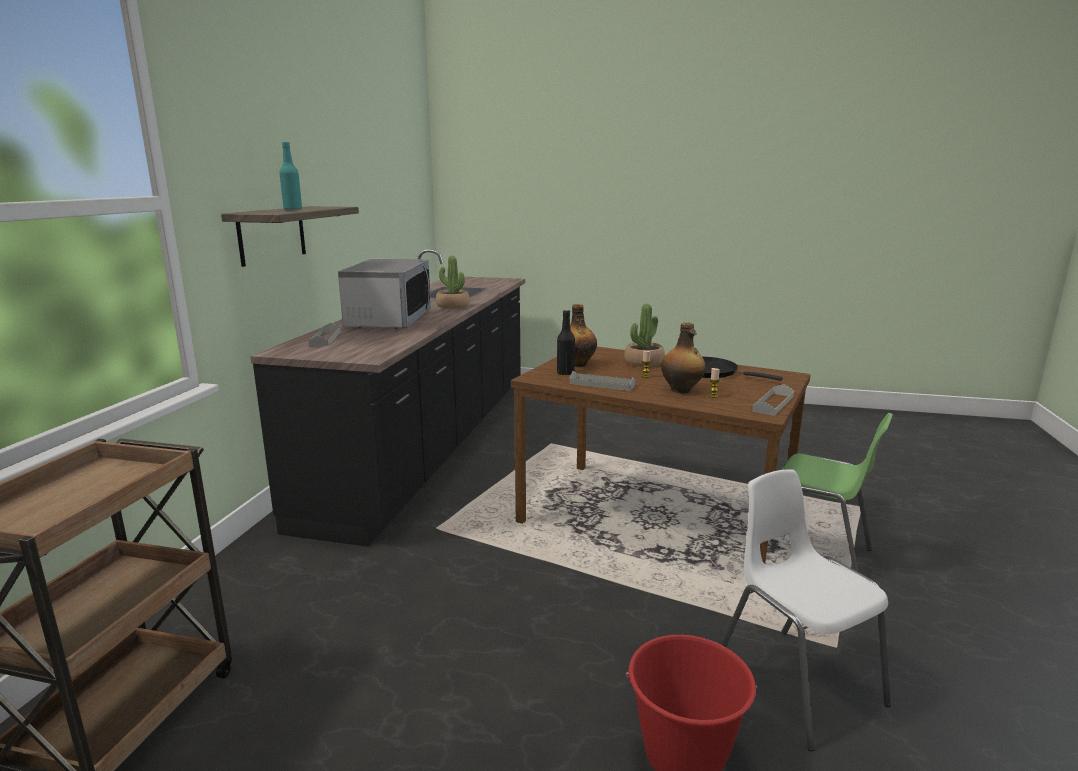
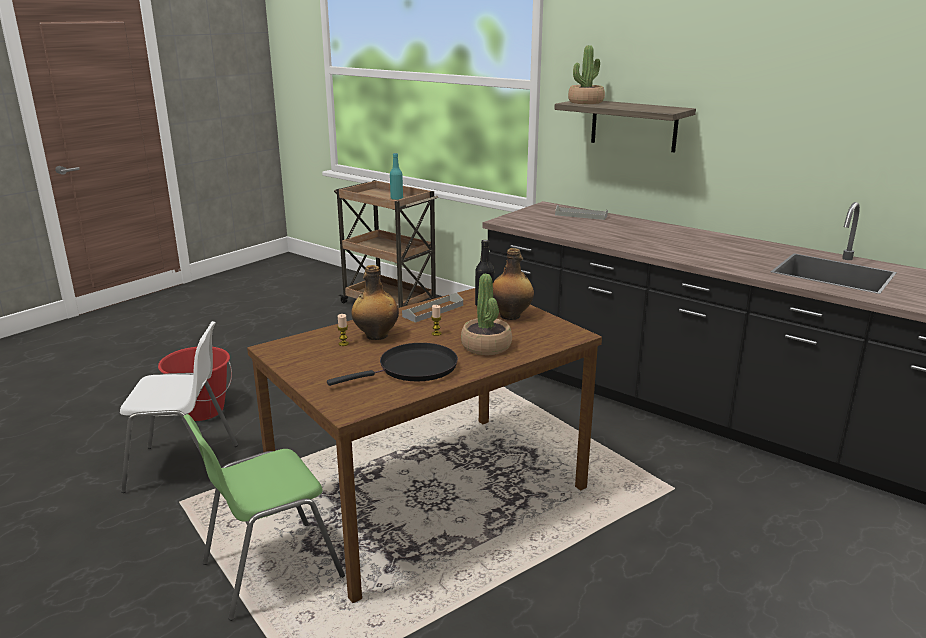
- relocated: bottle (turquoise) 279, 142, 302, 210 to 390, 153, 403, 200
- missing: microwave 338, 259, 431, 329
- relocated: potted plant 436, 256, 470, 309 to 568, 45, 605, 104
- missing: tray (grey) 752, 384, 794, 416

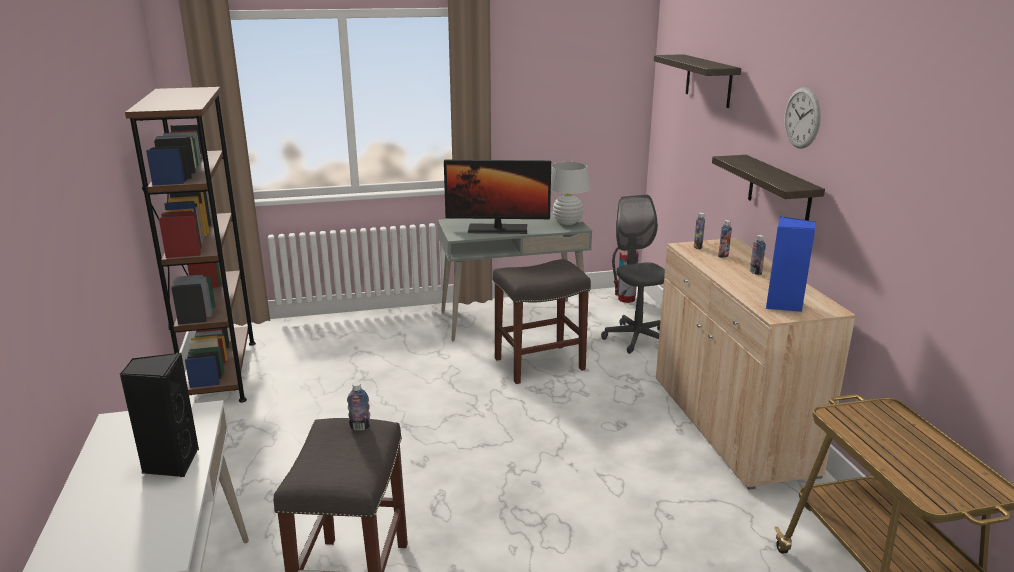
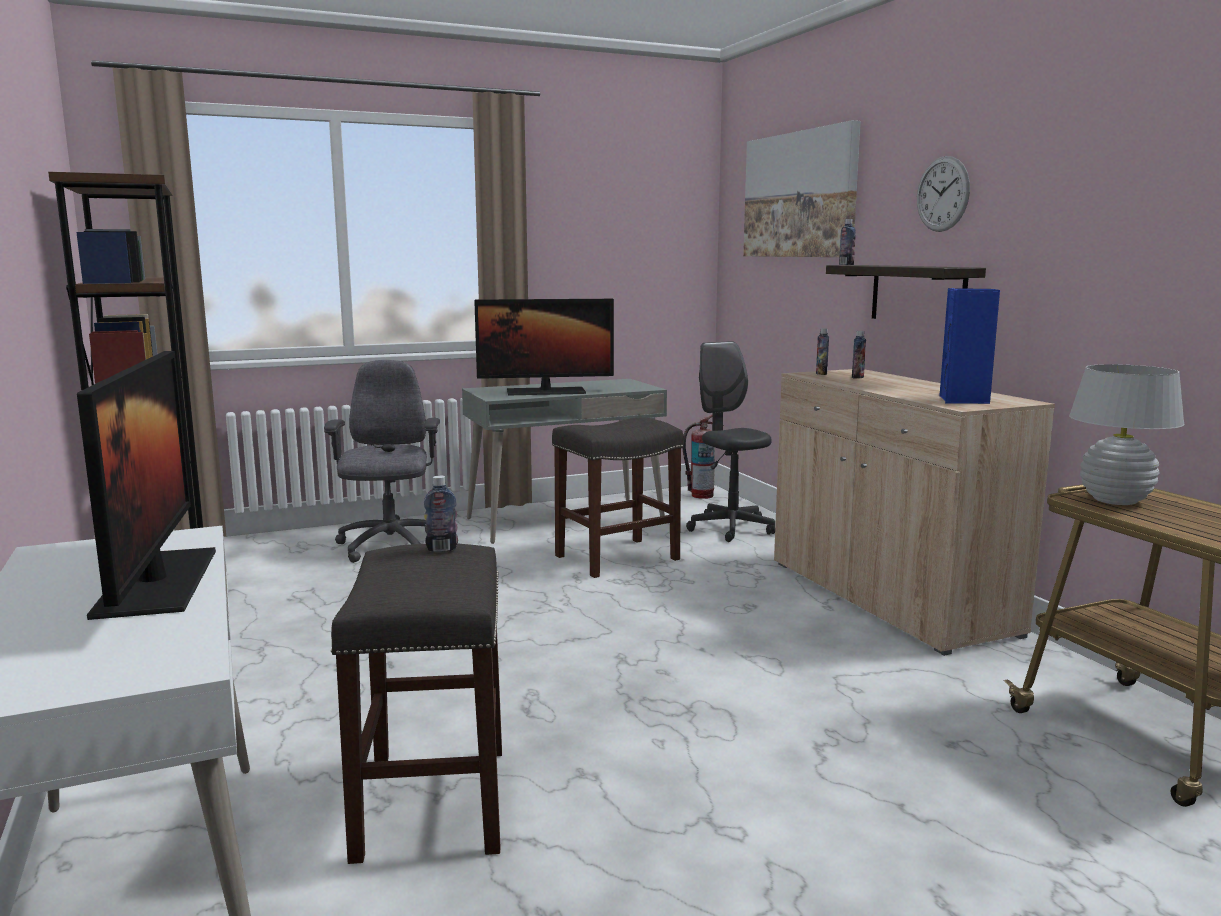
- exchanged: speaker (black) 120, 353, 199, 477 to monitor 77, 351, 216, 620
- relocated: table lamp (white) 551, 162, 591, 225 to 1069, 364, 1185, 505
- exchanged: shelf 654, 54, 741, 108 to picture 743, 120, 861, 257
- relocated: bottle 750, 235, 766, 275 to 839, 219, 856, 265
- appeared: office chair (grey) 324, 360, 440, 563

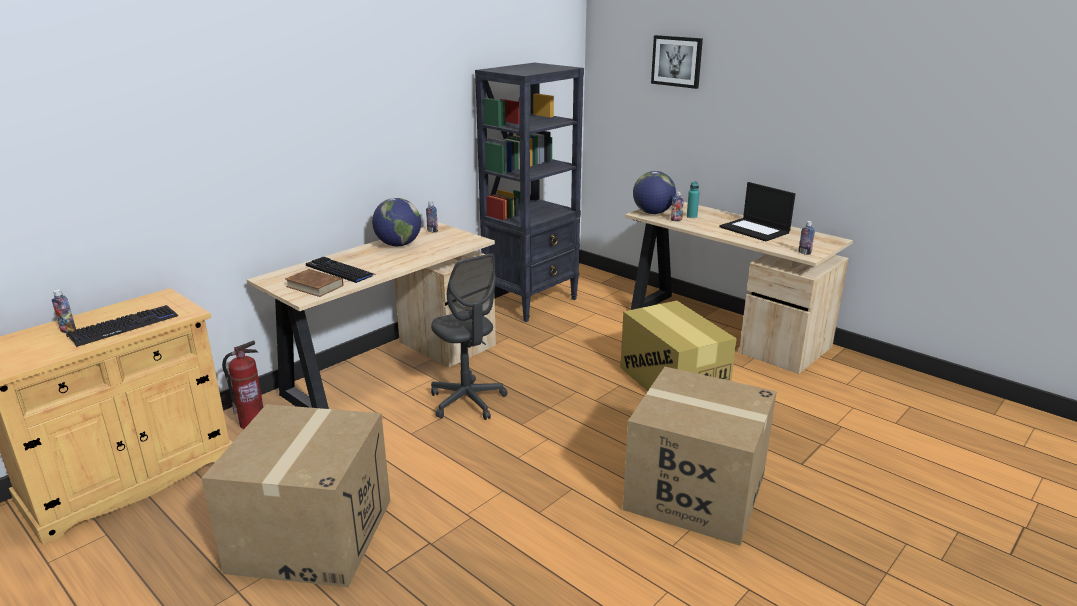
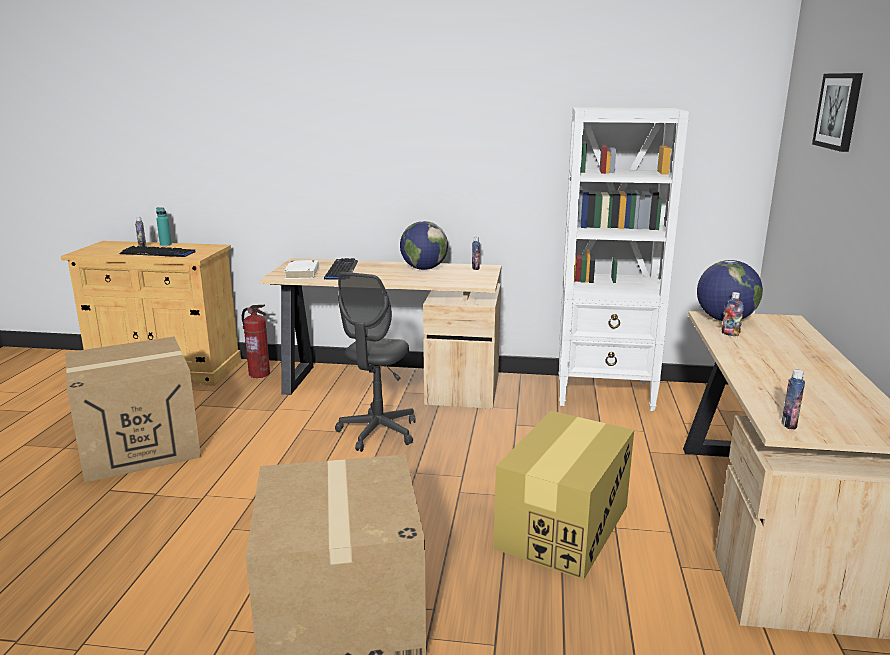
- colour: book (brown) 285, 269, 343, 297 to book (white) 284, 260, 319, 279
- colour: bookcase (black) 475, 63, 584, 322 to bookcase (white) 558, 107, 689, 411
- relocated: bottle (turquoise) 687, 181, 700, 218 to 156, 207, 172, 246
- missing: laptop 720, 182, 795, 241

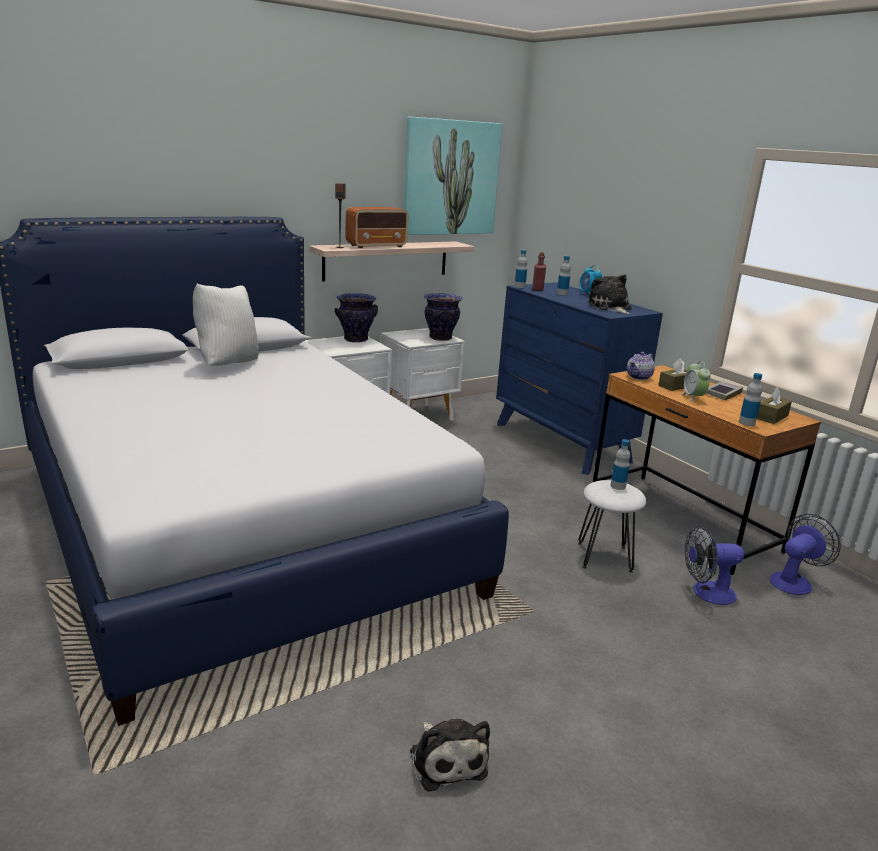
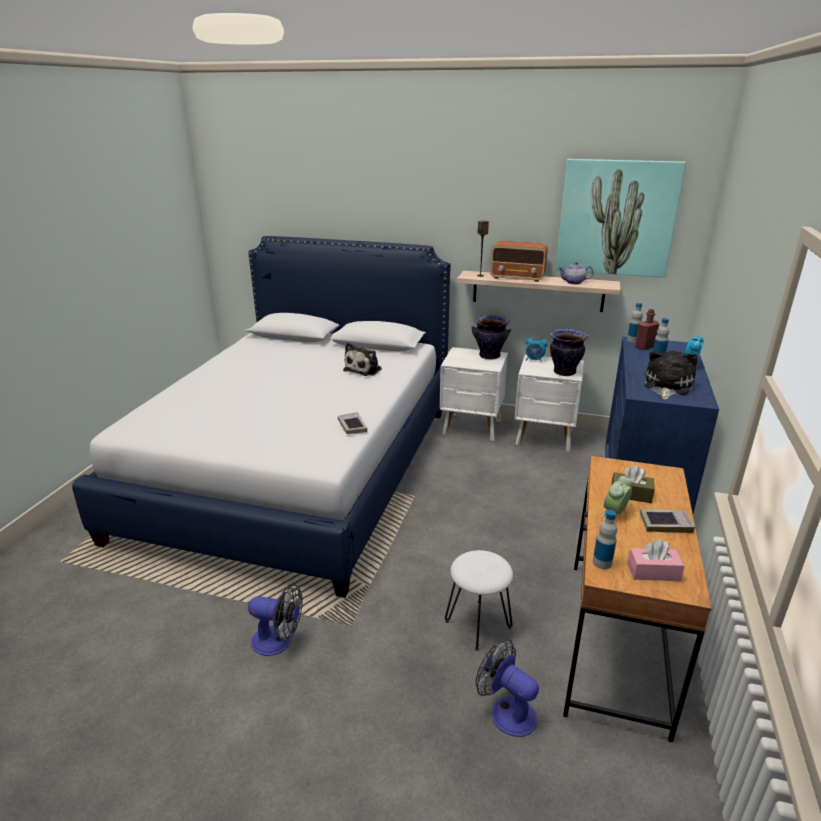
- missing: pillow (white) 193, 284, 259, 366
- relocated: plush toy 410, 719, 490, 791 to 343, 342, 382, 376
- missing: bottle 611, 439, 630, 490
- relocated: teapot 627, 352, 655, 380 to 558, 262, 593, 285
- colour: tissue box (brown) 757, 387, 792, 424 to tissue box (pink) 627, 539, 685, 581
- relocated: fan 770, 514, 841, 595 to 248, 584, 303, 656
- appeared: book 338, 412, 367, 434
- appeared: alarm clock 526, 335, 548, 363

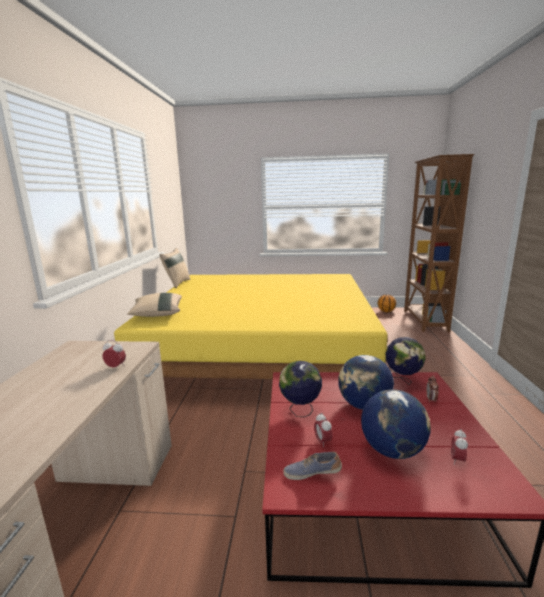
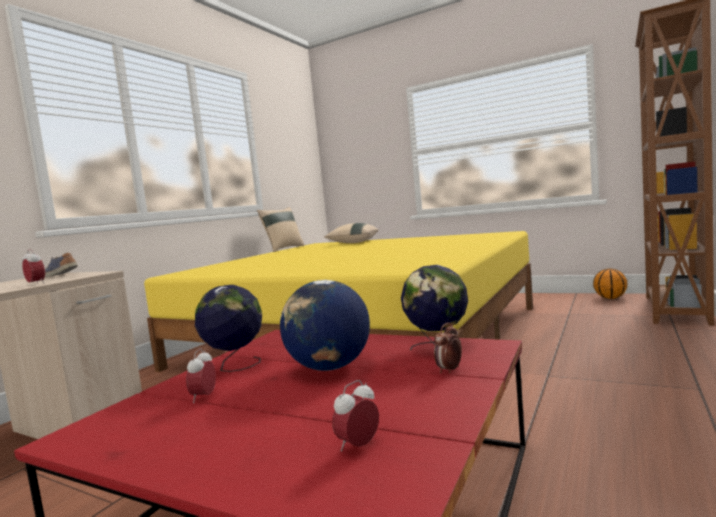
- relocated: pillow (beige) 127, 293, 182, 317 to 324, 223, 379, 243
- relocated: shoe 283, 452, 342, 480 to 45, 253, 78, 277
- missing: globe 361, 389, 431, 459

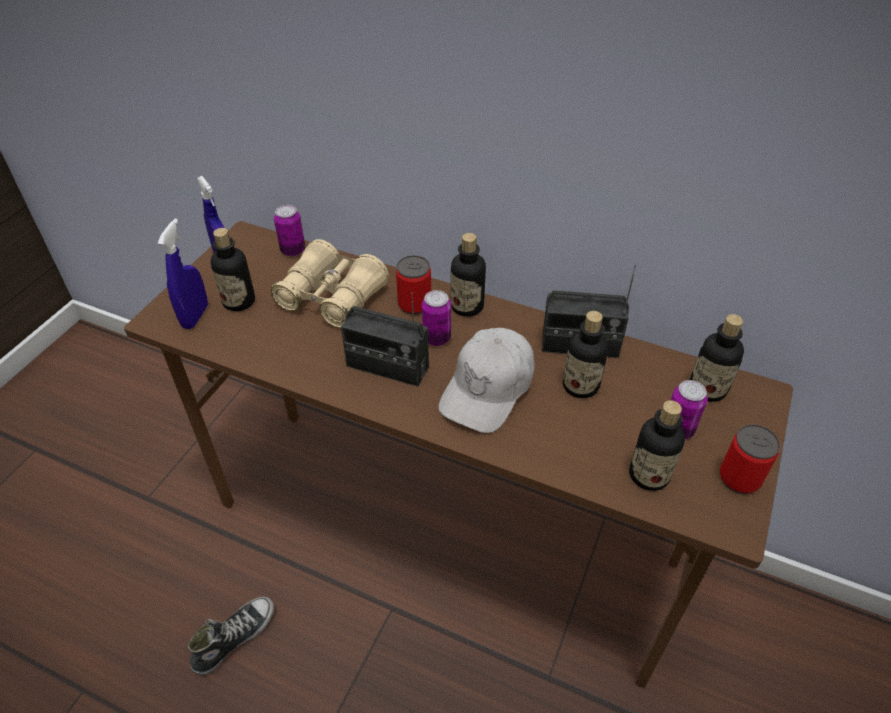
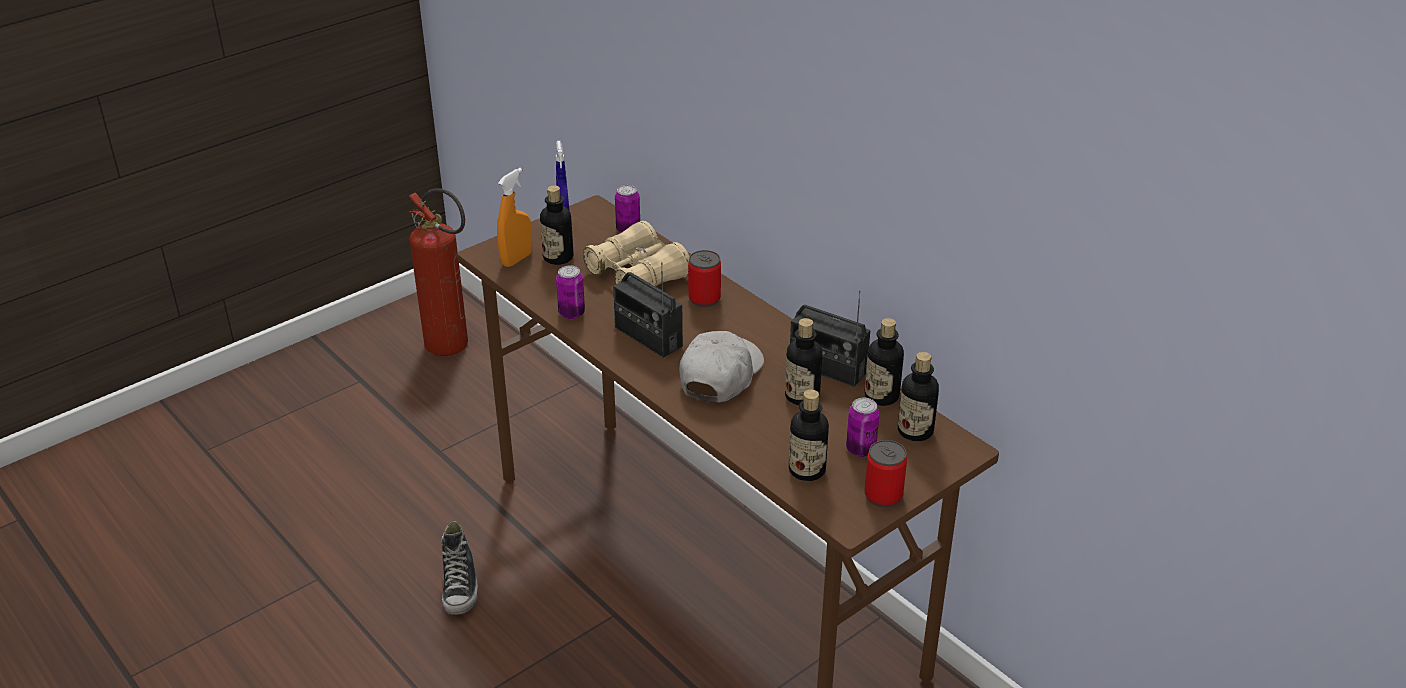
- colour: spray bottle (blue) 158, 219, 208, 329 to spray bottle (orange) 497, 168, 532, 267
- spun: shoe 187, 597, 275, 676 = 441, 521, 478, 615 105 degrees clockwise
- relocated: can 422, 290, 451, 346 to 556, 265, 585, 319
- spun: cap (white) 438, 328, 535, 433 = 679, 331, 764, 402 150 degrees clockwise
- relocated: bottle 451, 233, 486, 317 to 865, 318, 904, 406
- appeared: fire extinguisher 408, 188, 468, 356

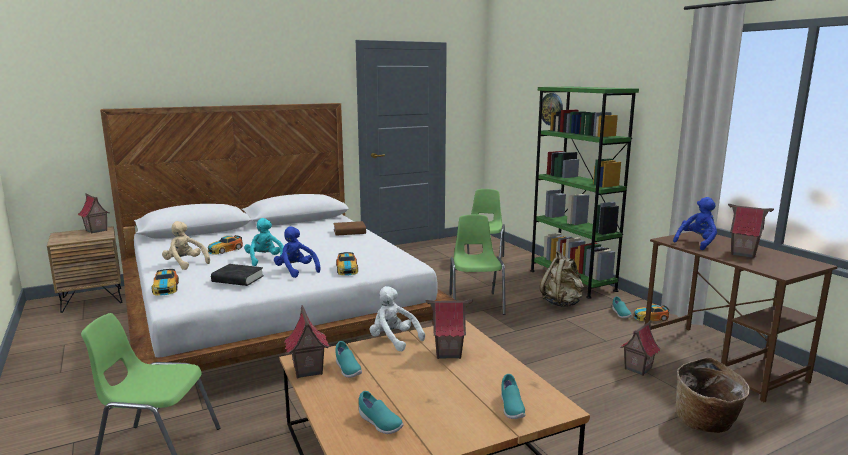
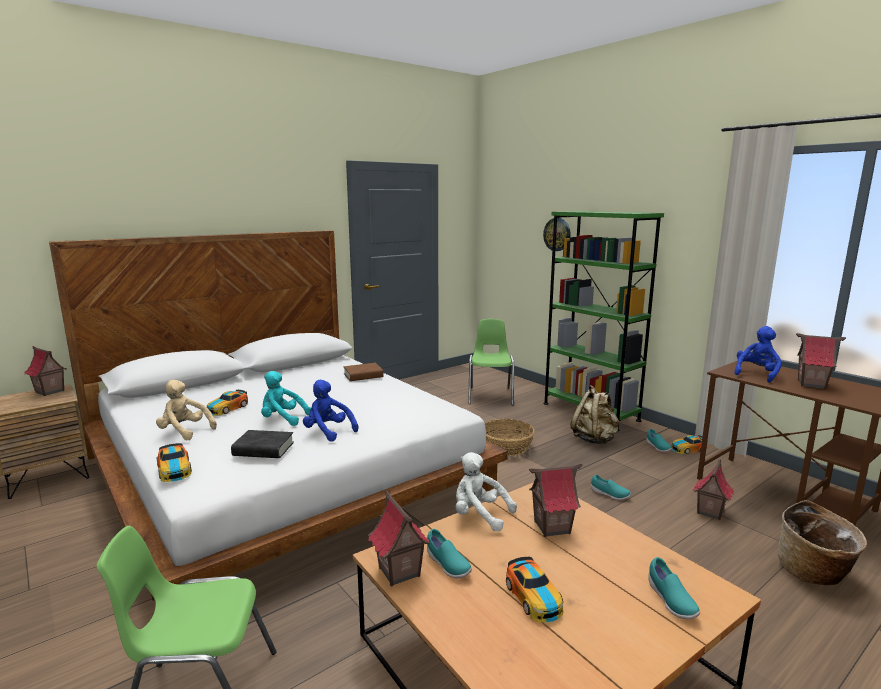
- spun: plush toy (turquoise) 244, 218, 284, 266 = 261, 371, 311, 426 45 degrees counterclockwise
- relocated: toy car 336, 252, 358, 275 to 506, 557, 563, 622
- relocated: shoe (turquoise) 359, 391, 403, 434 to 591, 474, 631, 500
- exchanged: chair (green) 449, 214, 506, 315 to basket 485, 419, 535, 456

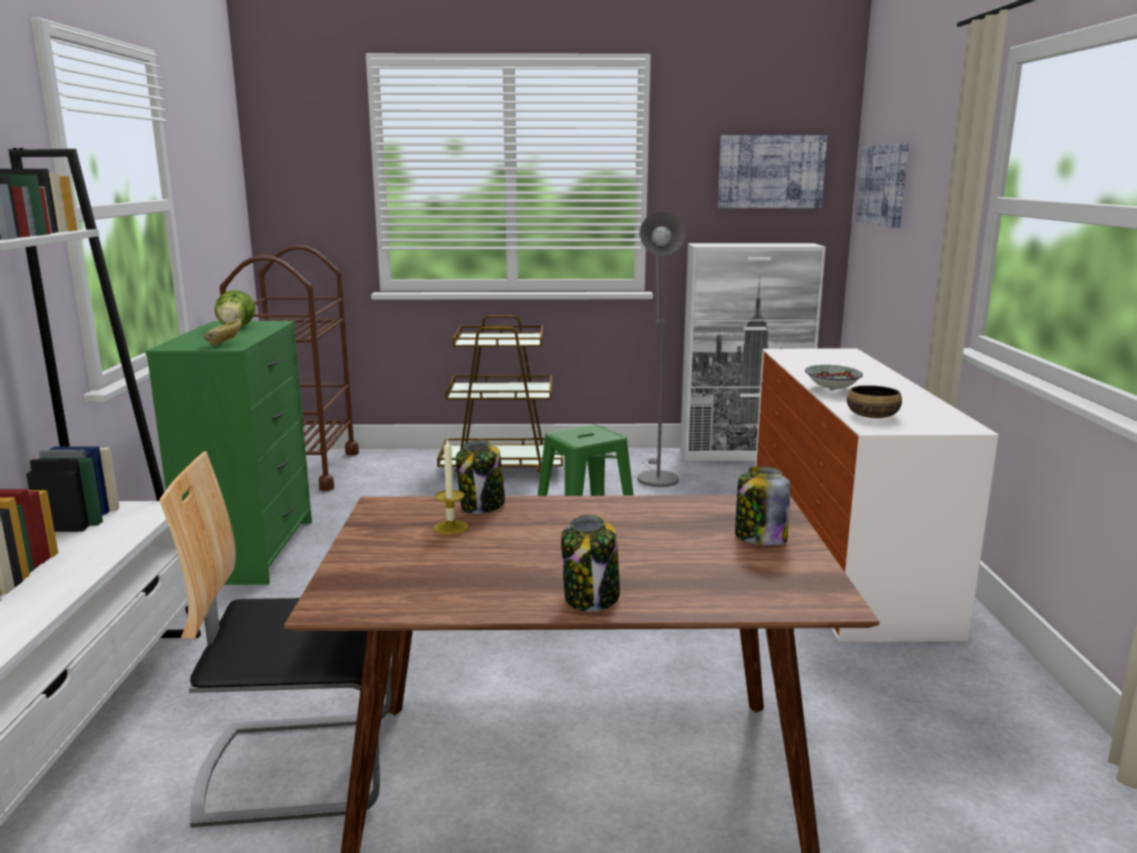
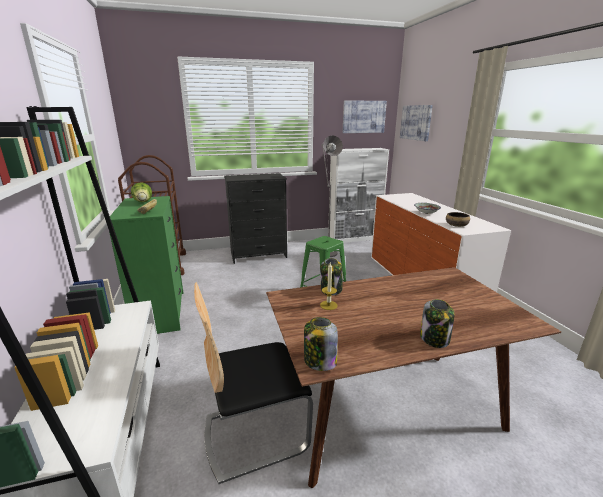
- exchanged: cart (brown) 437, 315, 563, 473 to dresser (black) 224, 173, 287, 264
- relocated: jar 735, 466, 790, 546 to 304, 317, 338, 371

